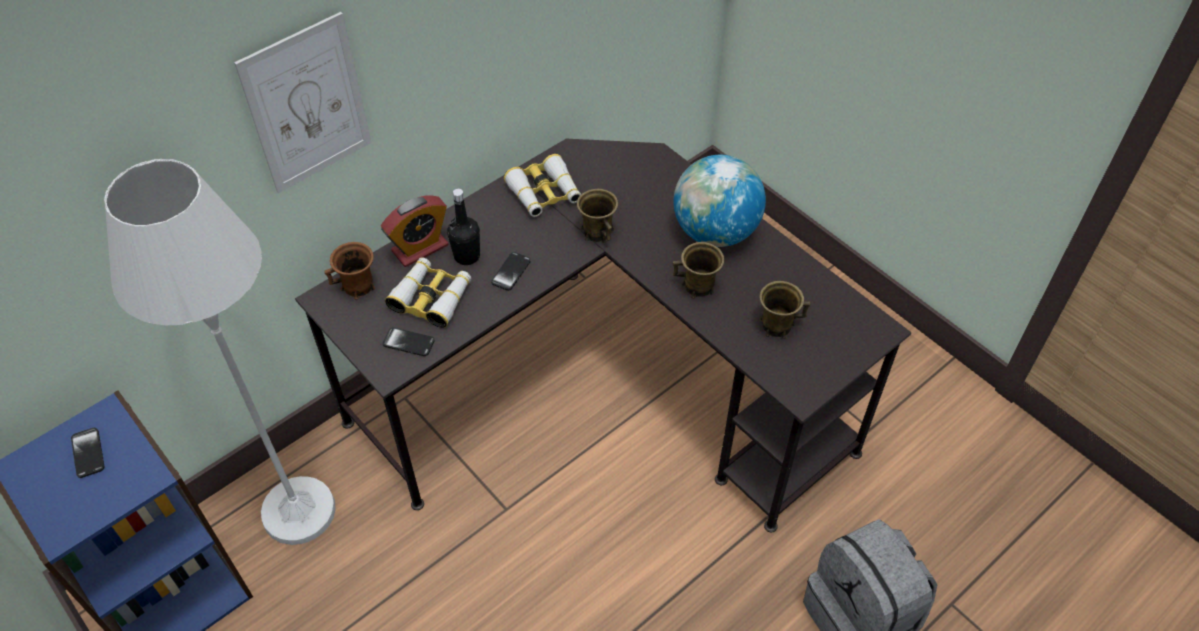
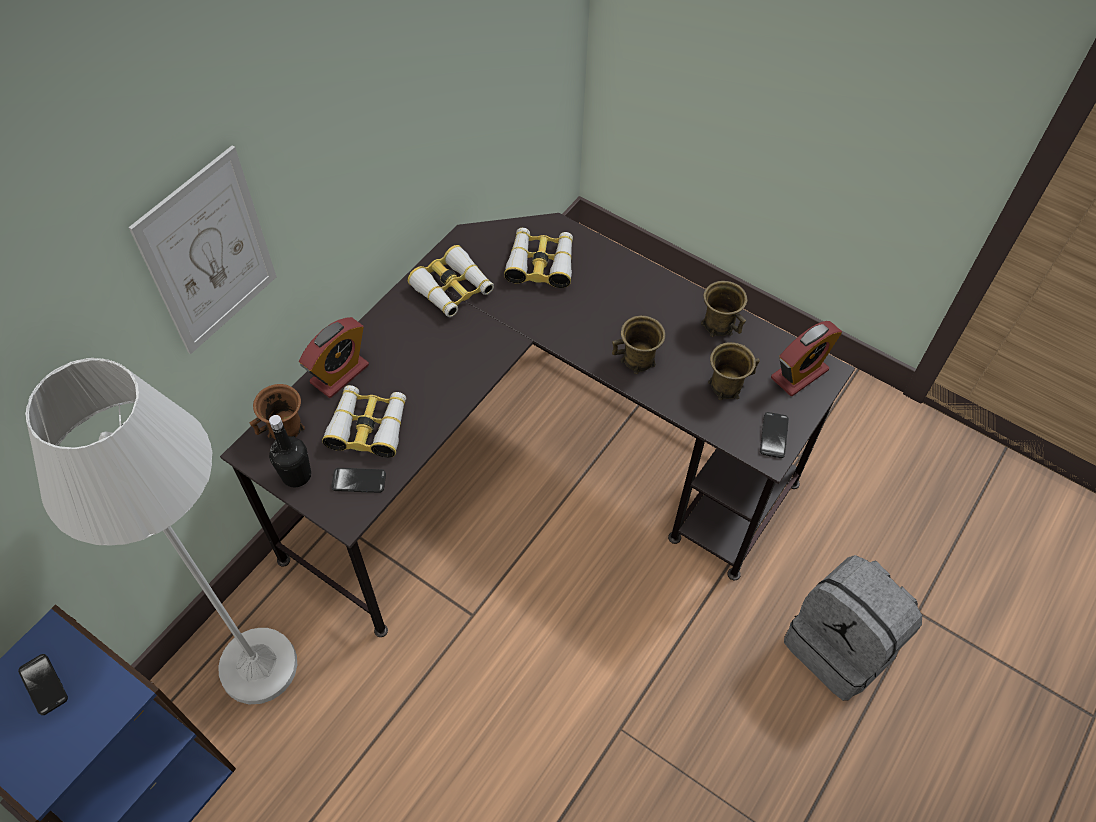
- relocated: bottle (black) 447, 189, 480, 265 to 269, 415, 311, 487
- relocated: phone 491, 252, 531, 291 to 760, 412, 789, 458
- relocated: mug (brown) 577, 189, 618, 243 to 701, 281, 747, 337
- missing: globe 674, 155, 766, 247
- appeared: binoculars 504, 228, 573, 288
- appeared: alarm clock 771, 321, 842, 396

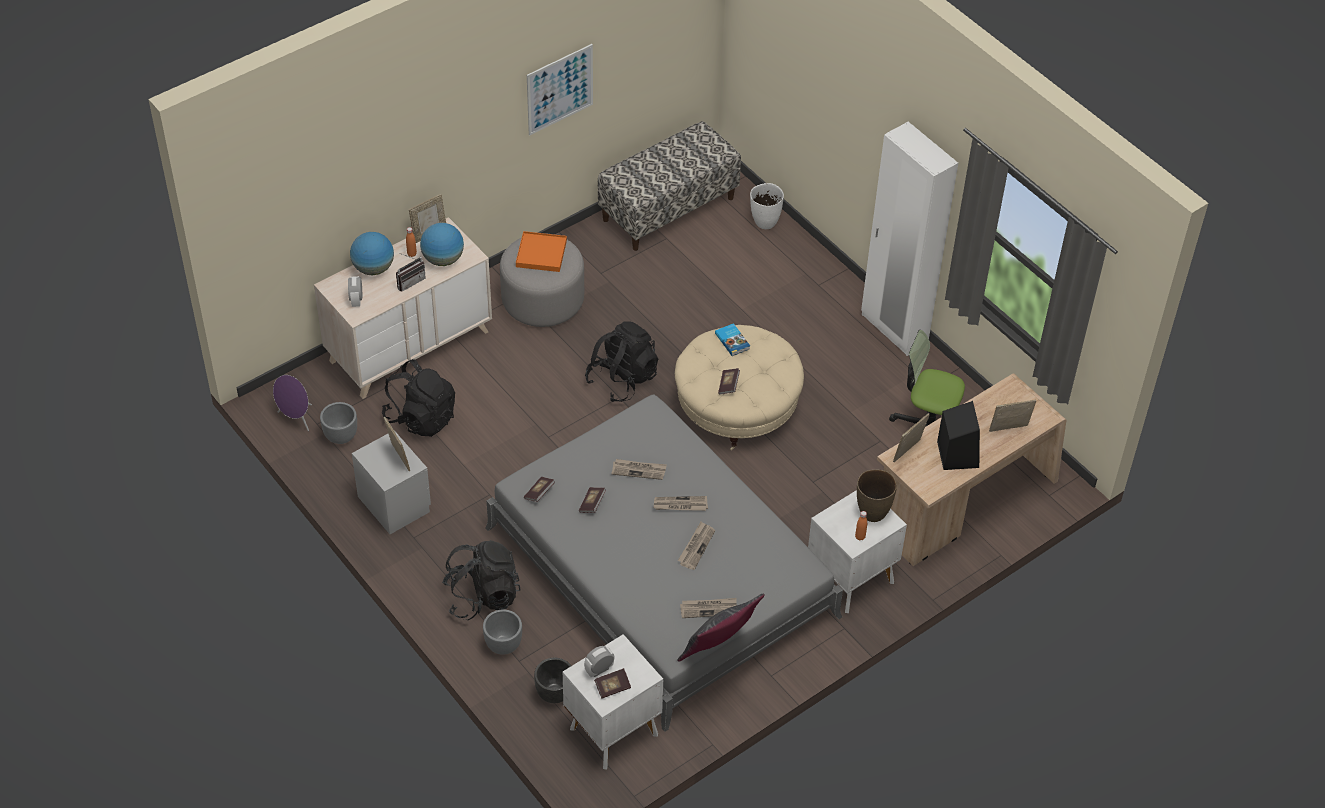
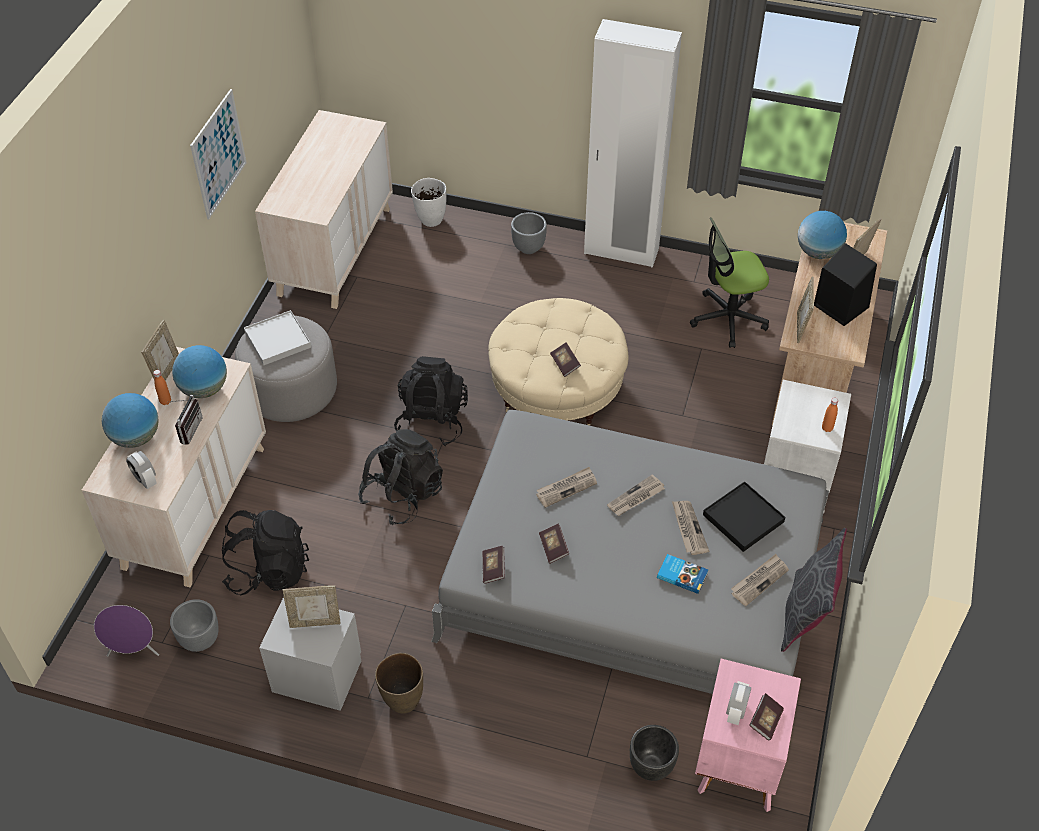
- spun: picture frame 383, 417, 410, 471 = 283, 585, 341, 628 150 degrees clockwise
- relocated: backpack (black) 442, 540, 521, 620 to 358, 429, 443, 525
- relocated: planter (grey) 483, 609, 522, 655 to 511, 212, 547, 254
- colour: tray (orange) 516, 231, 567, 272 to tray (white) 244, 310, 311, 365
- colour: nightstand (white) 562, 634, 663, 769 to nightstand (pink) 695, 659, 801, 812
- exchanged: bench 598, 121, 741, 251 to dresser (beige) 255, 110, 393, 309
- relocated: book 715, 323, 750, 356 to 657, 554, 708, 594
- relocated: vase (brown) 857, 469, 897, 522 to 375, 653, 423, 714
- appeared: tray (black) 703, 481, 785, 552
- appeared: globe 798, 211, 847, 259

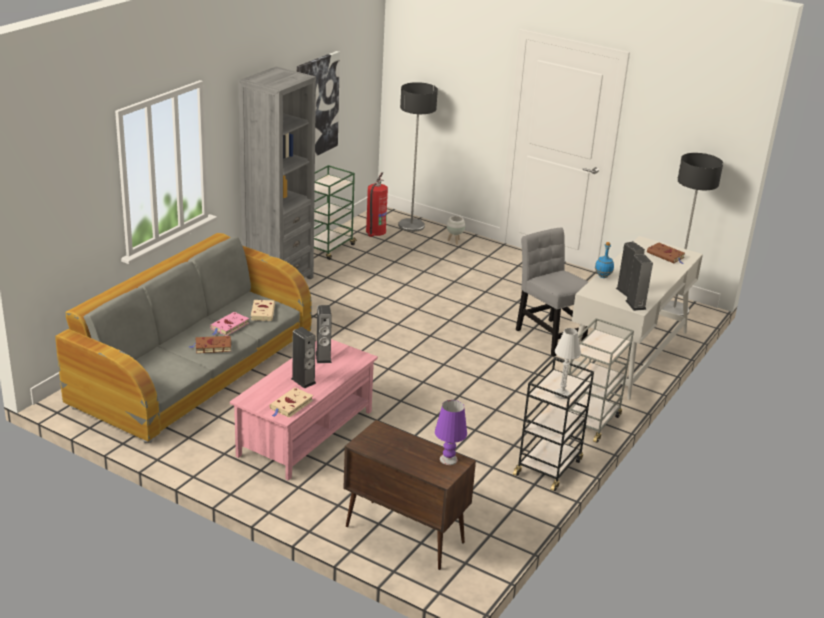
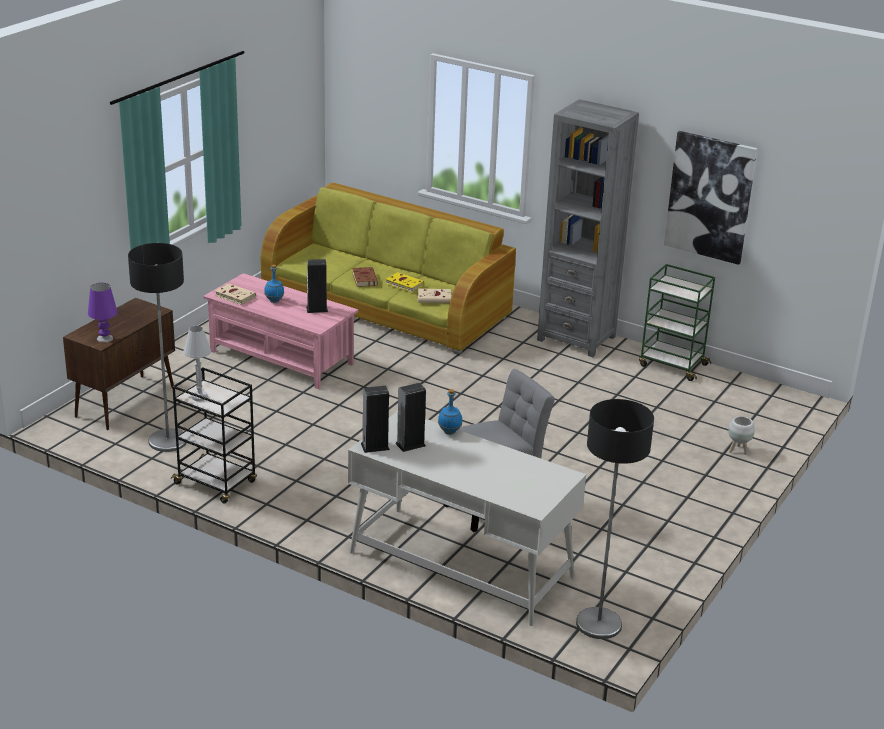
- colour: sofa (grey) 55, 233, 312, 443 to sofa (green) 260, 183, 516, 354
- colour: book (pink) 210, 312, 249, 336 to book (yellow) 386, 272, 424, 293
- exchanged: speaker 291, 327, 316, 388 to bottle (blue) 264, 265, 284, 303
- missing: fire extinguisher 366, 172, 388, 237
- relocated: floor lamp 398, 82, 438, 232 to 128, 243, 187, 452
- missing: cart (grey) 568, 318, 634, 443
- missing: book (brown) 647, 242, 685, 264

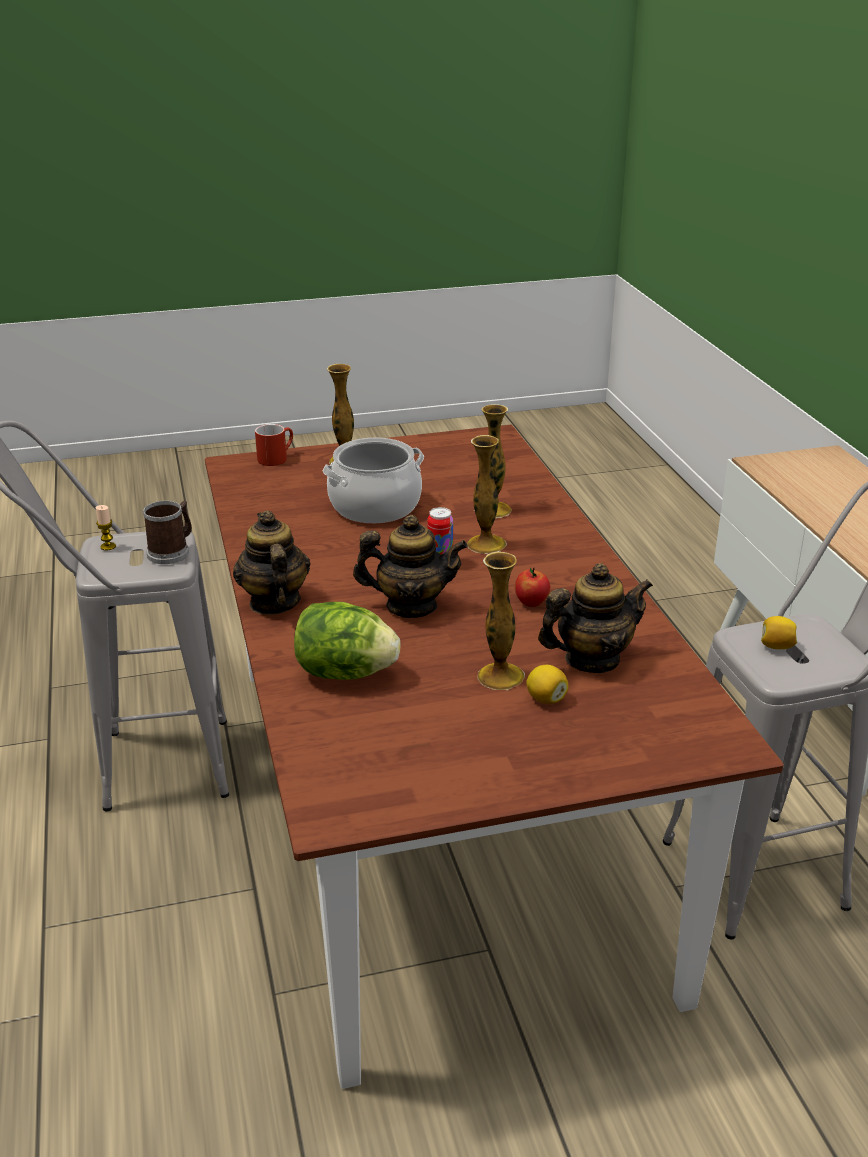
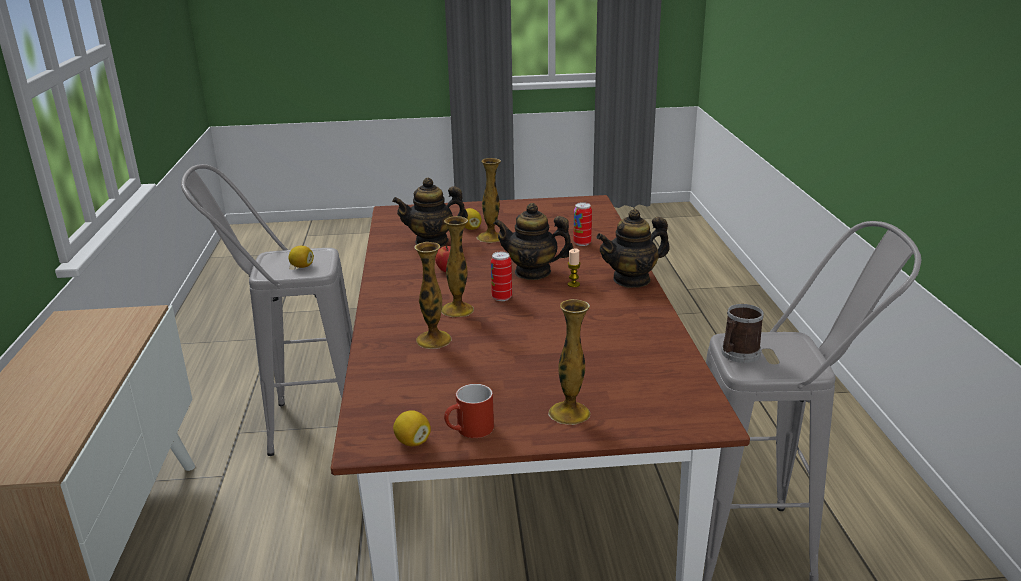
- relocated: candle 96, 505, 116, 551 to 568, 249, 581, 287
- spun: teapot 233, 510, 311, 615 = 596, 209, 670, 288 75 degrees clockwise
- relocated: mug (red) 255, 424, 293, 466 to 444, 384, 494, 438
- exchanged: lettuce 294, 602, 400, 680 to can 573, 202, 592, 246
- missing: cooking pot 322, 438, 424, 523
- appeared: lemon 393, 410, 431, 446

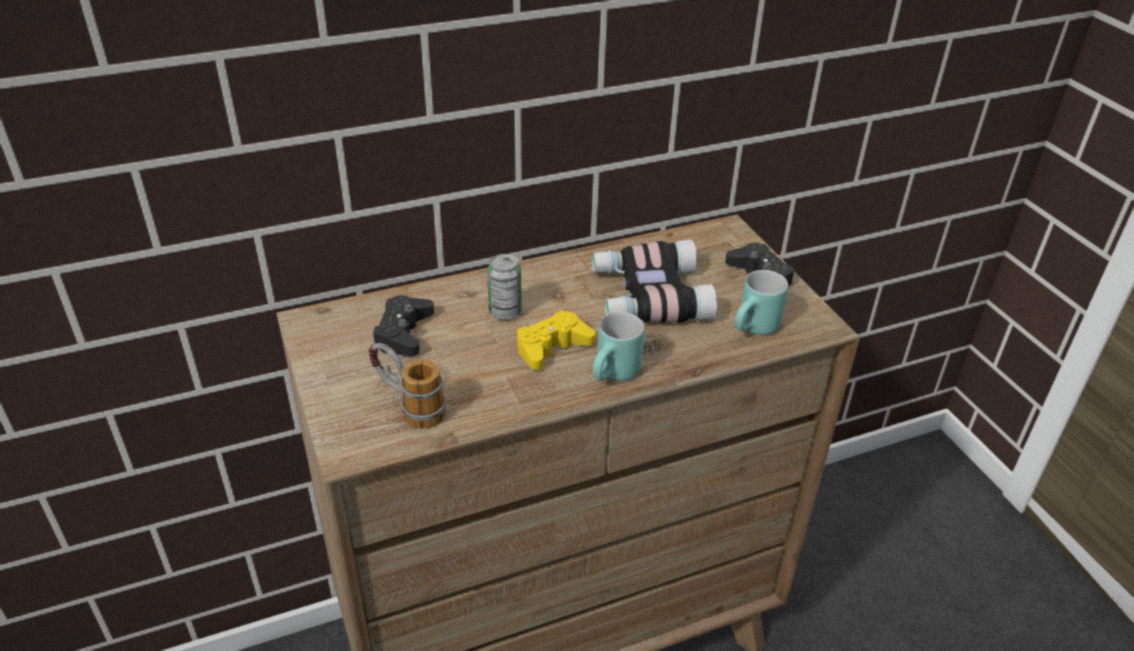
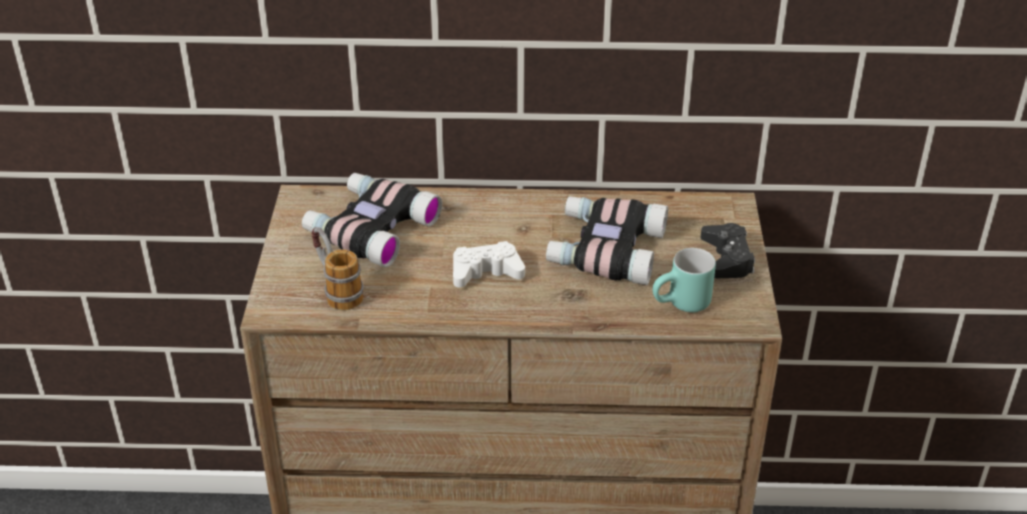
- exchanged: game controller (black) 373, 295, 434, 356 to binoculars 302, 173, 442, 267
- missing: can 487, 254, 522, 320
- colour: game controller (yellow) 517, 310, 595, 370 to game controller (white) 453, 241, 525, 287
- missing: mug (turquoise) 593, 312, 645, 381

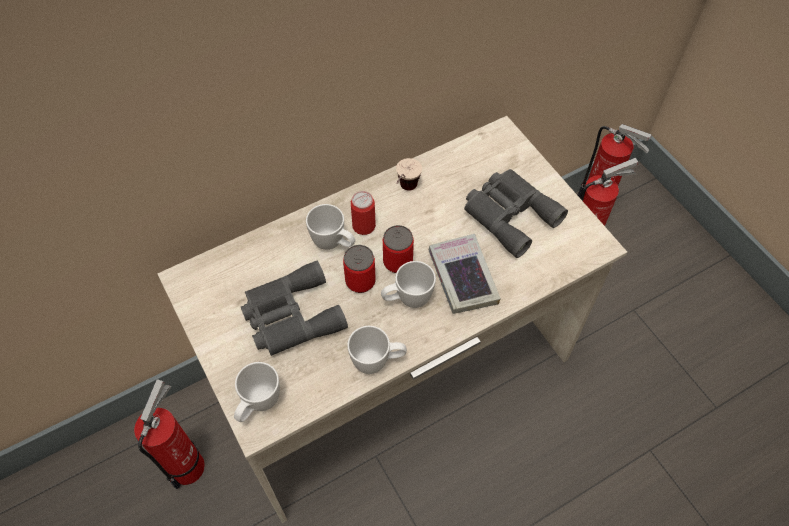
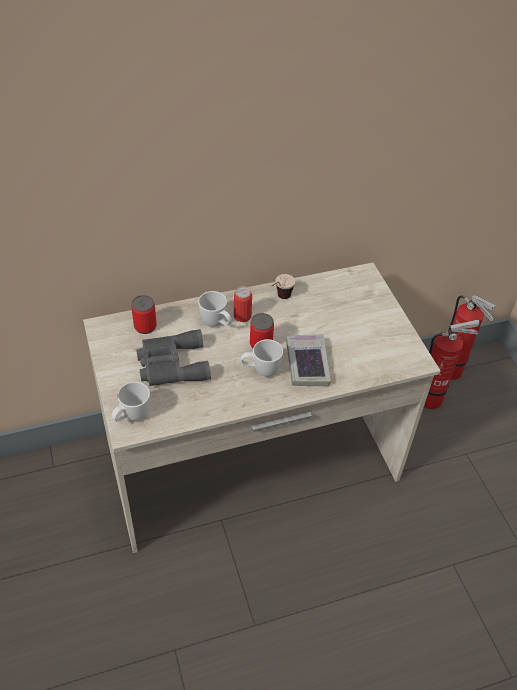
- missing: fire extinguisher 134, 379, 205, 489
- relocated: can 343, 245, 376, 293 to 131, 295, 157, 334
- missing: mug (white) 347, 326, 407, 374
- missing: binoculars (grey) 464, 169, 568, 258

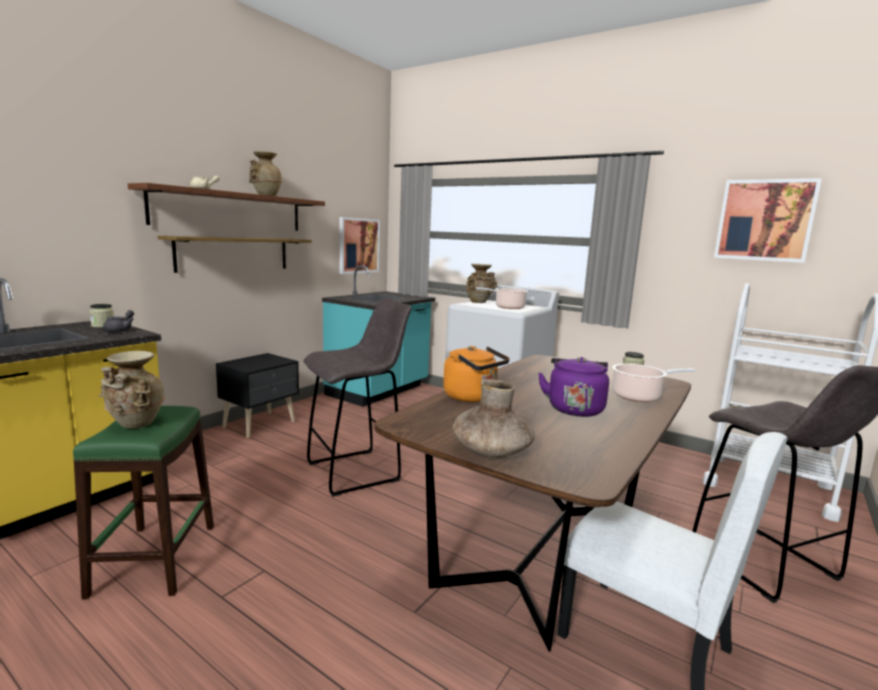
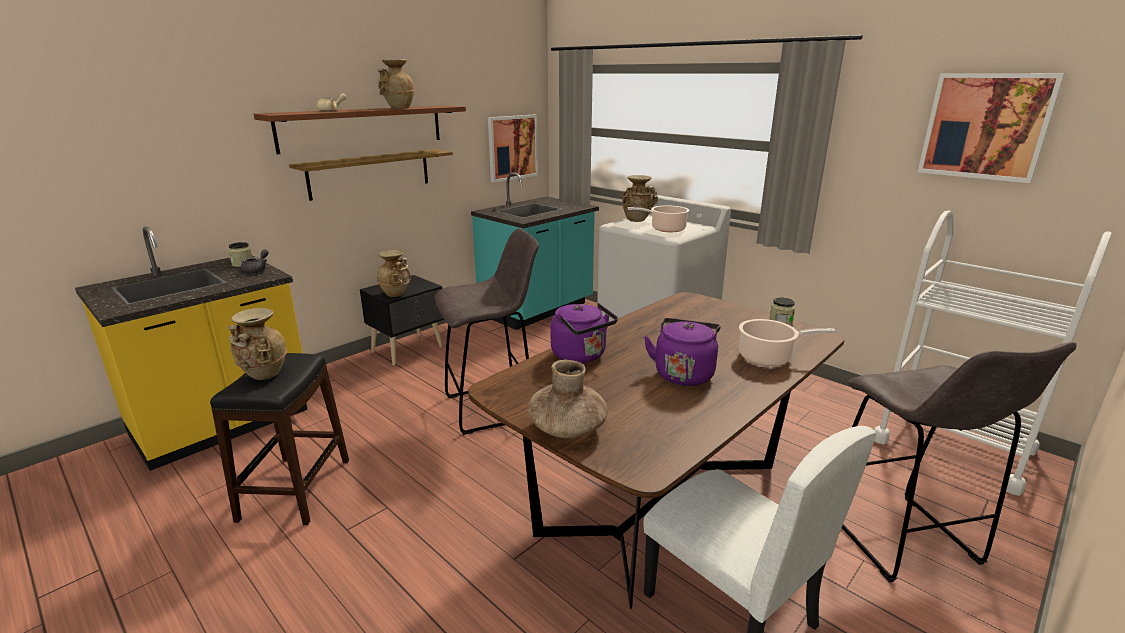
- colour: stool (green) 73, 406, 214, 600 to stool (black) 210, 353, 349, 525
- colour: kettle (orange) 443, 346, 510, 402 to kettle (purple) 551, 303, 618, 363
- appeared: vase (beige) 377, 250, 411, 297

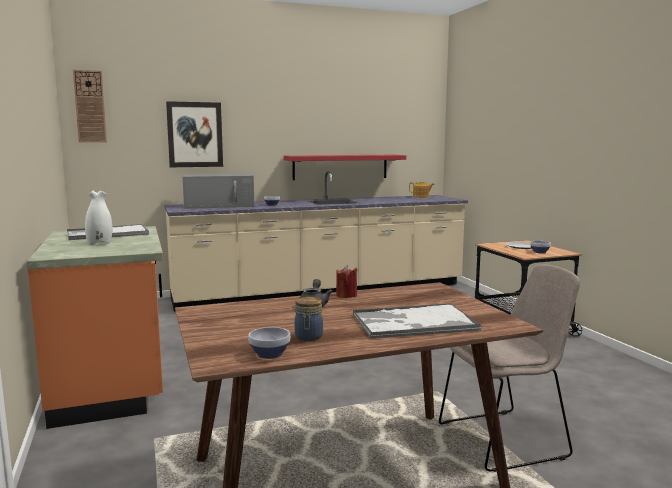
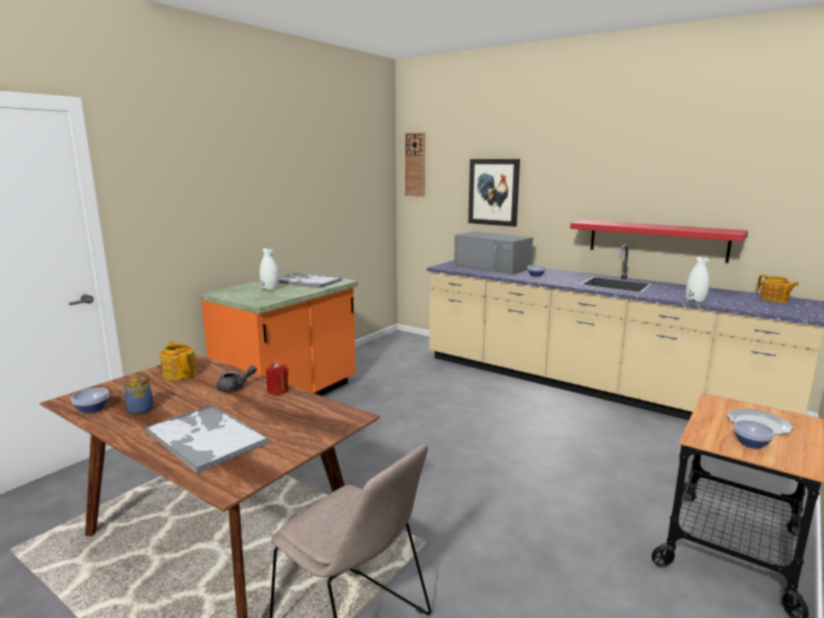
- appeared: teapot 160, 341, 197, 380
- appeared: vase (white) 686, 256, 710, 302

